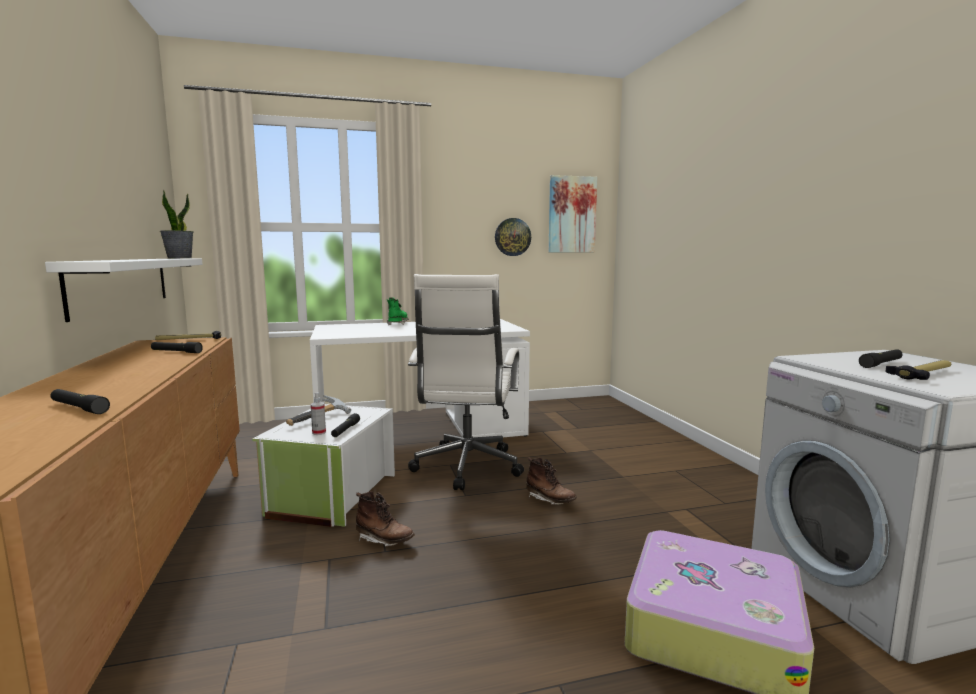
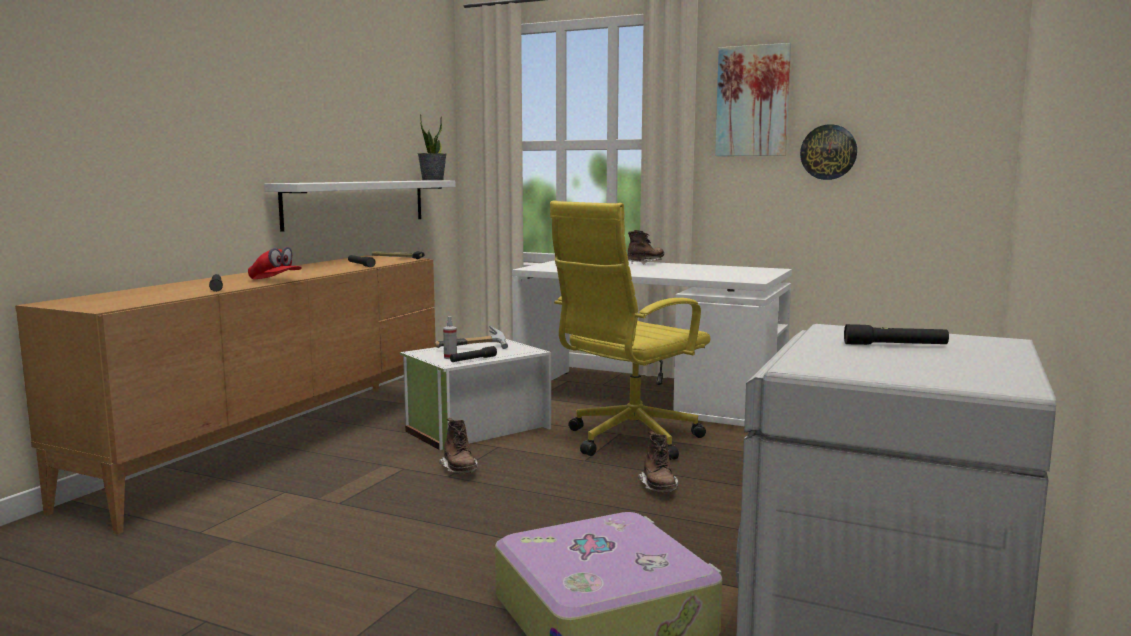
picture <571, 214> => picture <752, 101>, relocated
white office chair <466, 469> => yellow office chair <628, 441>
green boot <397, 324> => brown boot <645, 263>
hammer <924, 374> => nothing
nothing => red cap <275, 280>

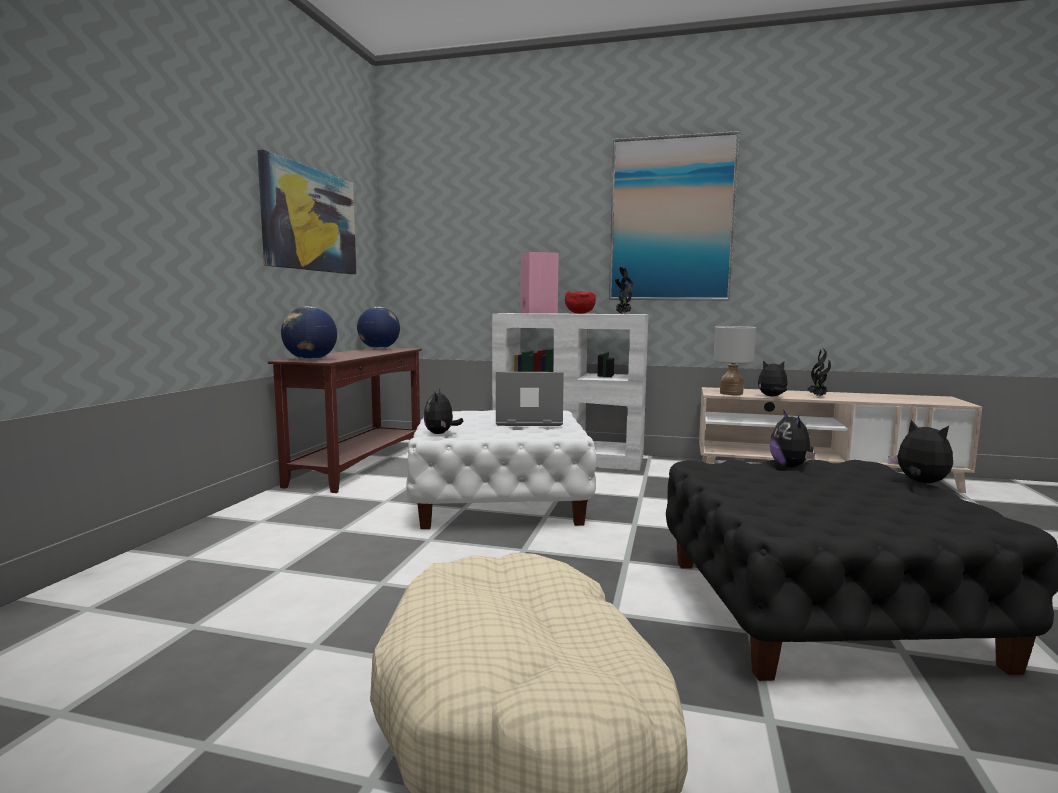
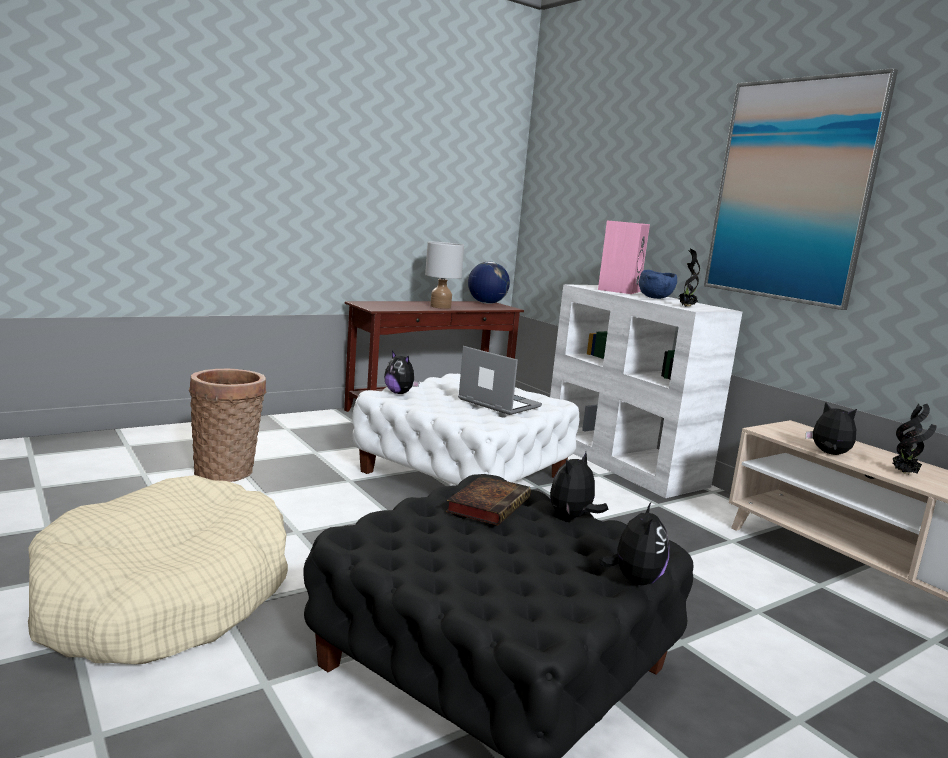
picture <310, 220> => nothing
red bowl <579, 313> => blue bowl <655, 298>
globe <310, 359> => nothing
grey table lamp <731, 393> => grey table lamp <440, 307>, relocated
plush toy <441, 434> => plush toy <400, 393>, 90 degrees counterclockwise
nothing => basket <227, 471>
nothing => book <489, 504>

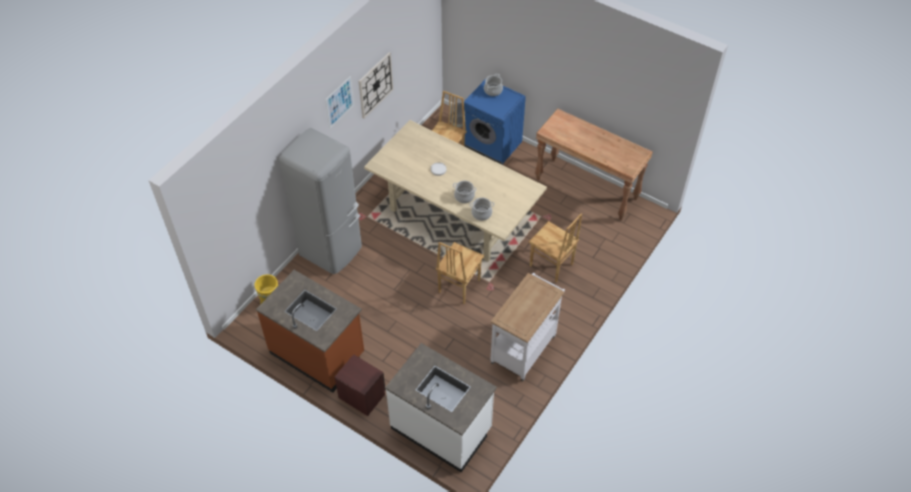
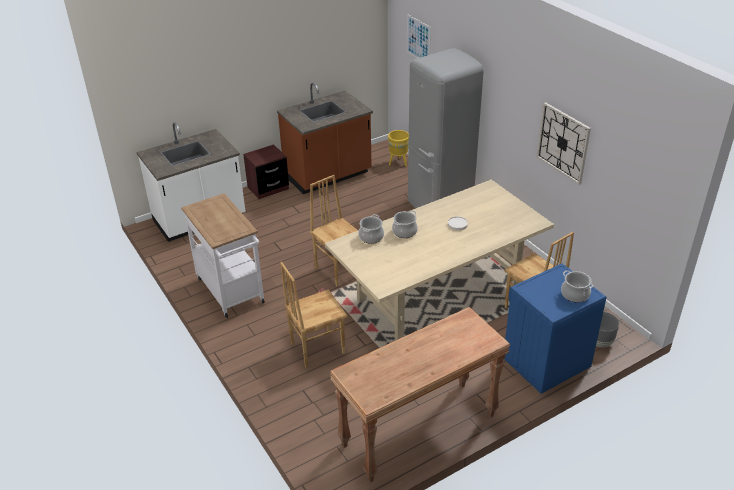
picture <339, 102> => picture <418, 39>, relocated

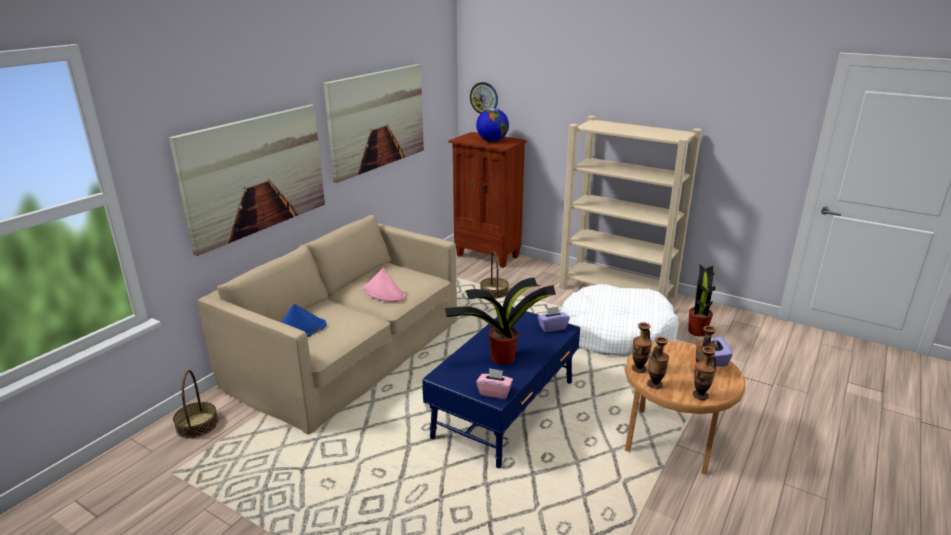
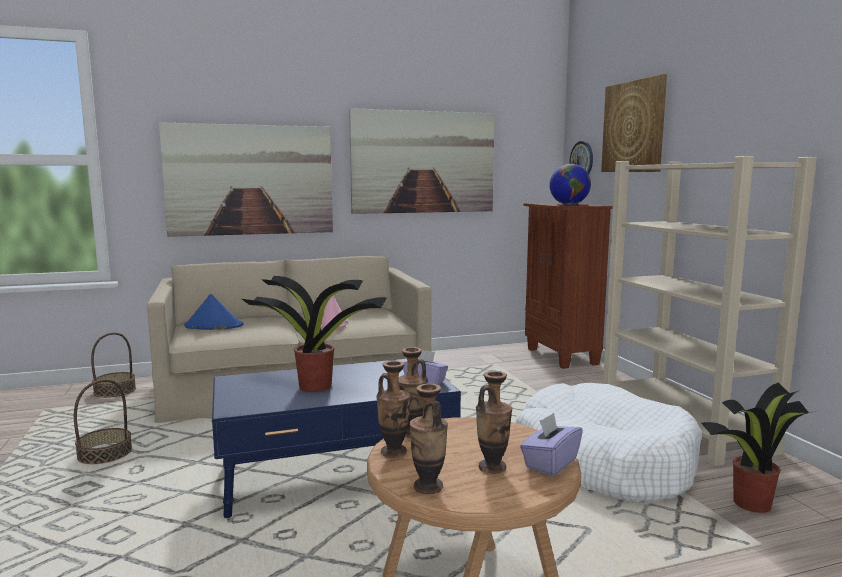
basket <494, 292> => basket <105, 454>, relocated
pink tissue box <494, 392> => nothing
nothing => picture <634, 127>

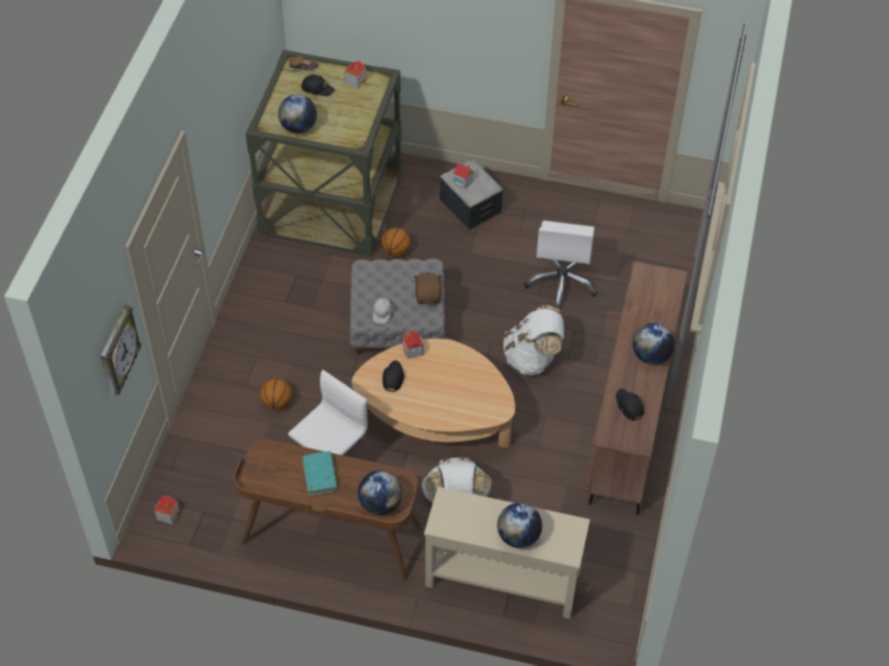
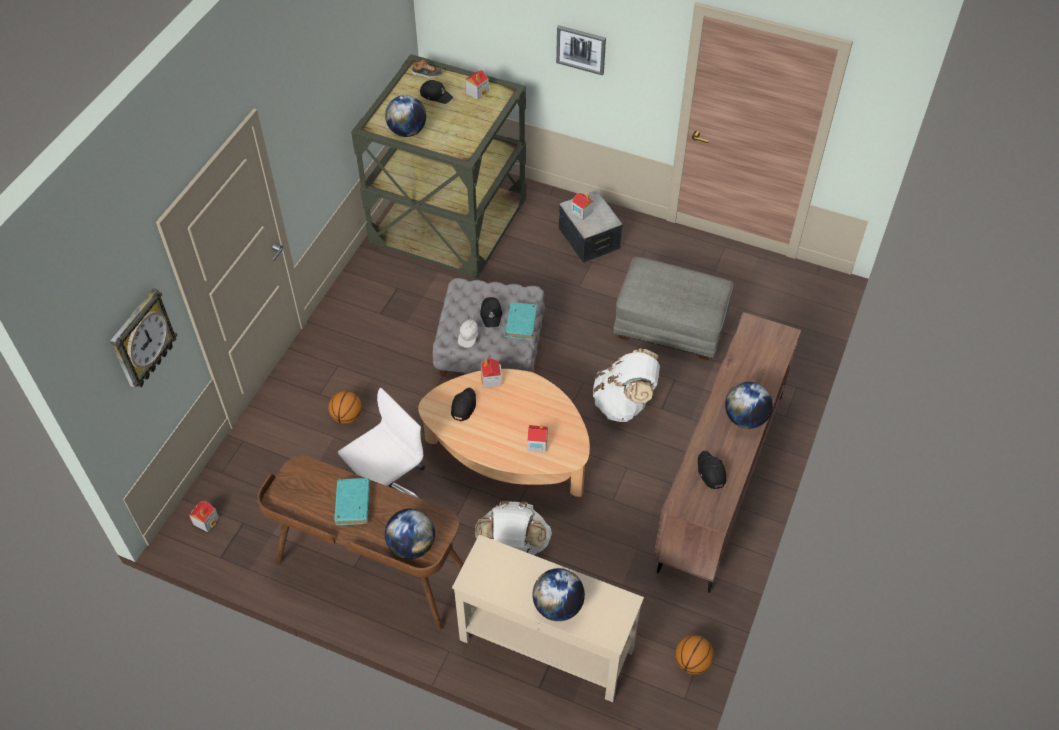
white office chair <561, 282> => grey ottoman <669, 328>
basketball <396, 251> => basketball <692, 662>, relocated
brown plush toy <428, 296> => turquoise book <521, 324>
nothing => picture <581, 49>
nothing => black cap <491, 314>
nothing => toy house <537, 444>

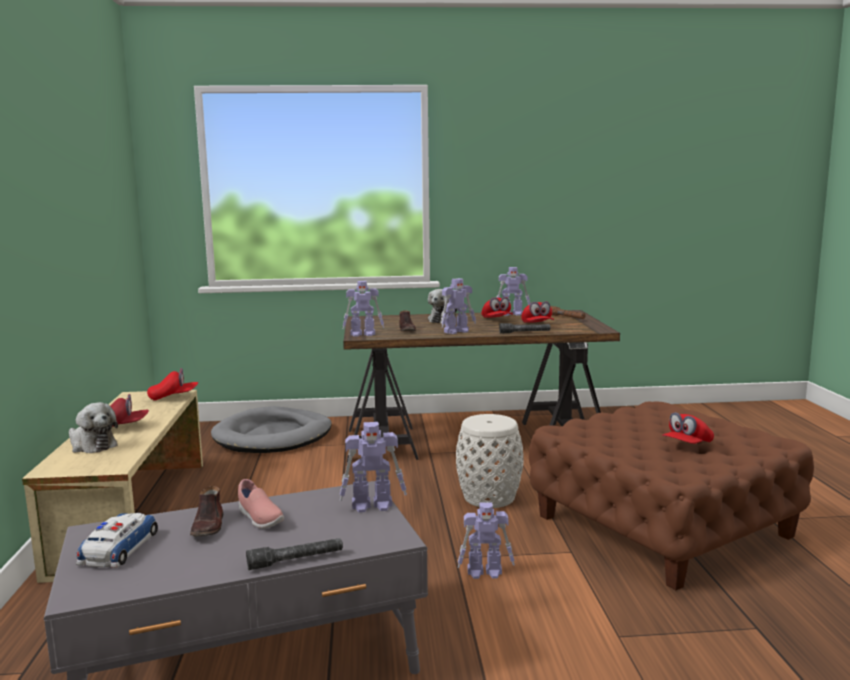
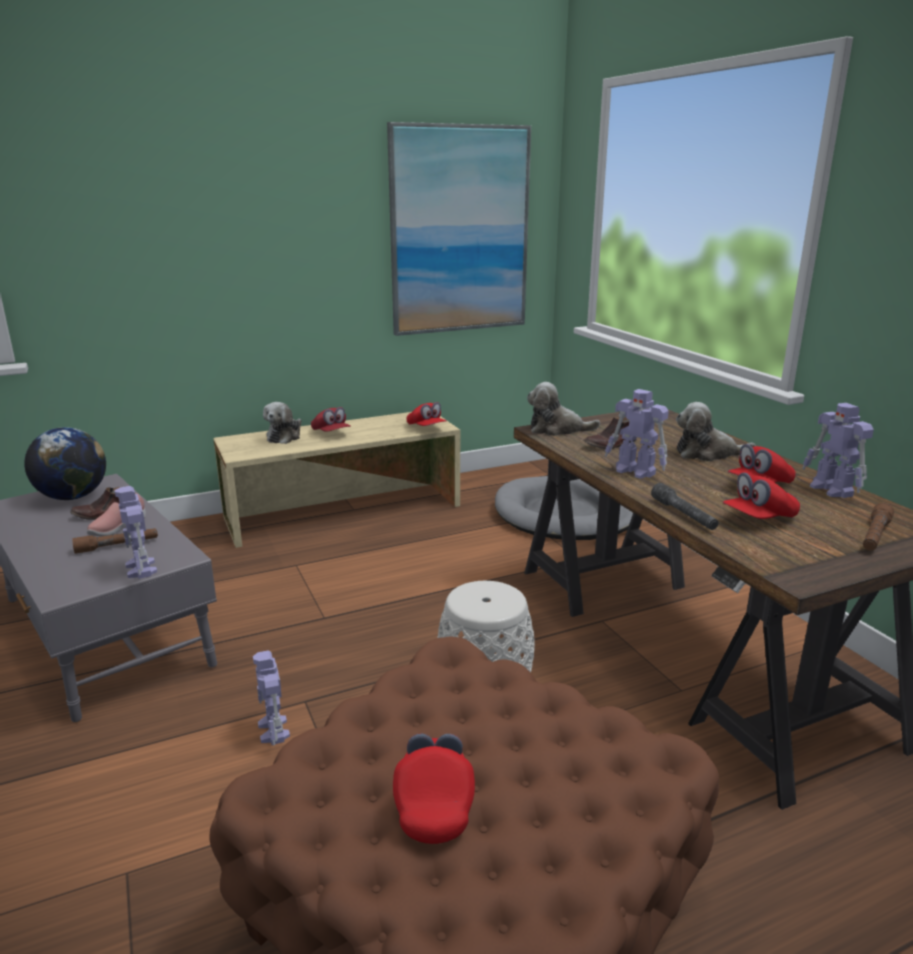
toy robot <363, 334> => plush toy <557, 429>
red cap <687, 445> => red cap <434, 803>, 60 degrees clockwise
toy car <119, 548> => globe <72, 497>
grey flashlight <296, 560> => nothing
nothing => picture <459, 231>
nothing => brown flashlight <117, 546>

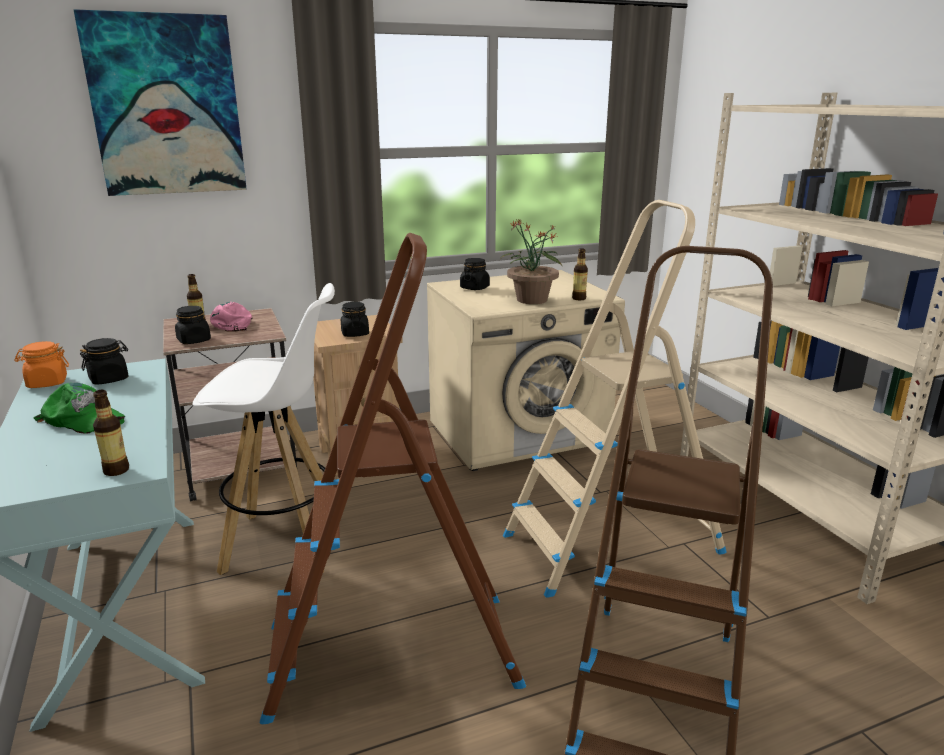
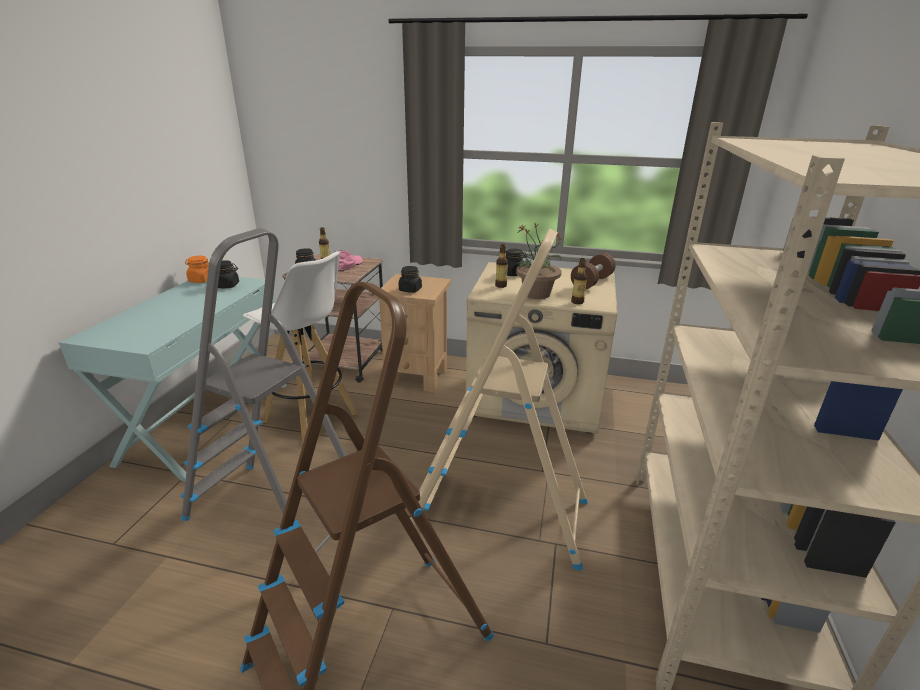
picture <166, 106> => nothing
brown step ladder <390, 655> => grey step ladder <277, 516>
green cap <83, 419> => nothing
bottle <116, 470> => bottle <501, 286>, relocated
nothing => brown dumbbell <592, 282>

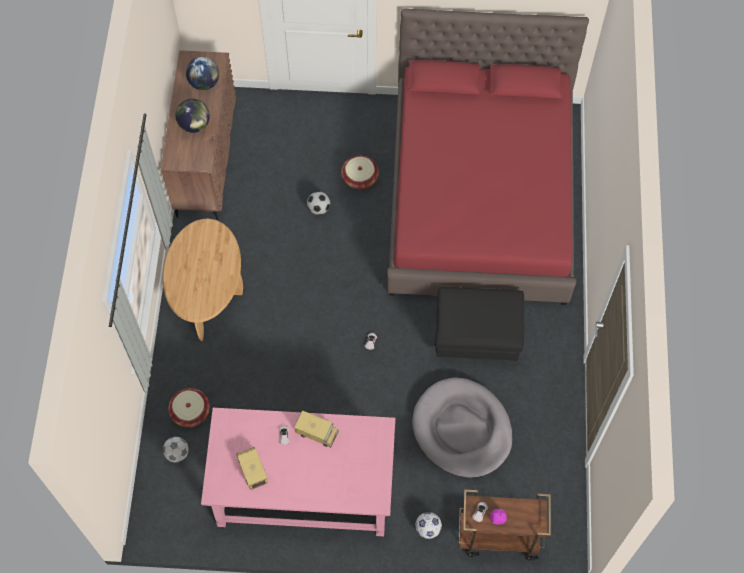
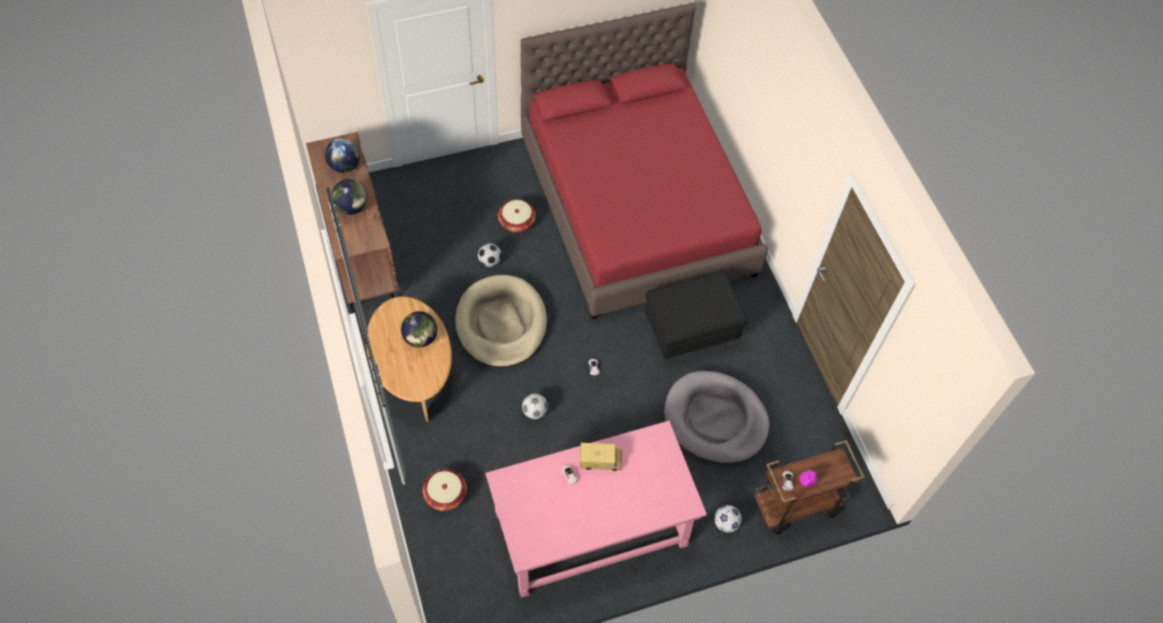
football <177, 453> => football <534, 412>, relocated
toy truck <252, 469> => nothing
nothing => beige dog bed <501, 323>
nothing => globe <420, 338>

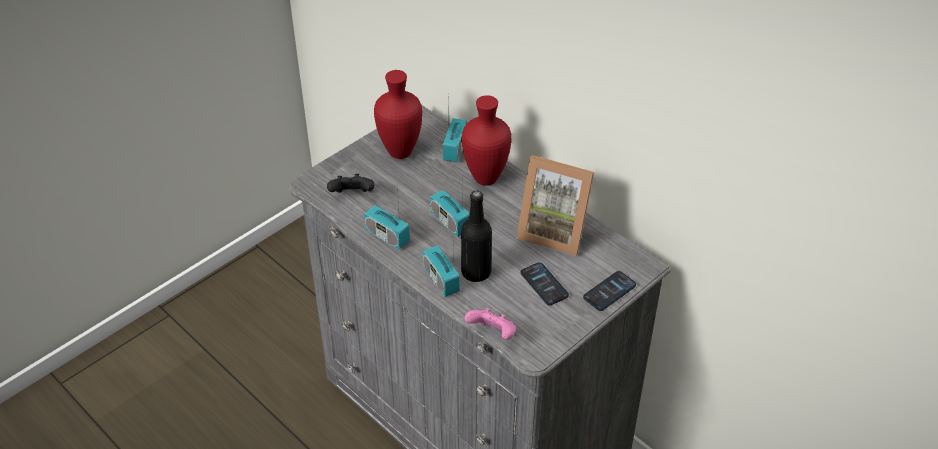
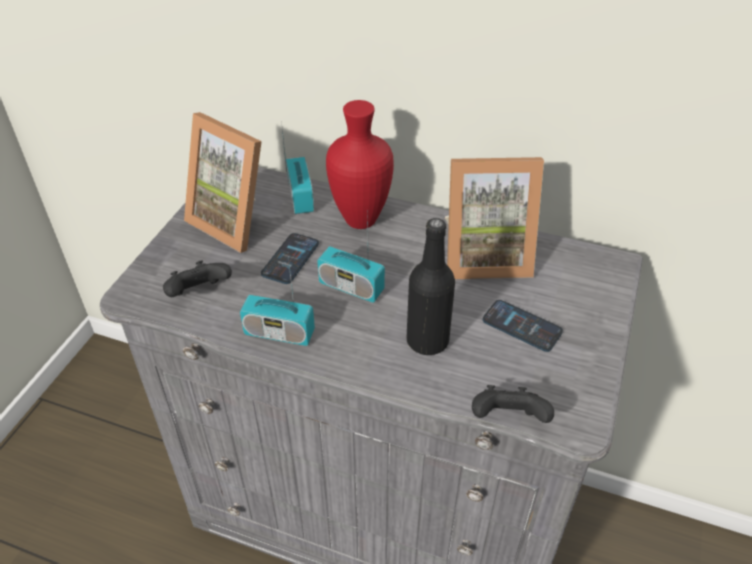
red vase <401, 152> => picture frame <236, 221>
radio <441, 280> => nothing
phone <609, 291> => phone <290, 259>, relocated
pink game controller <493, 334> => black game controller <507, 419>

